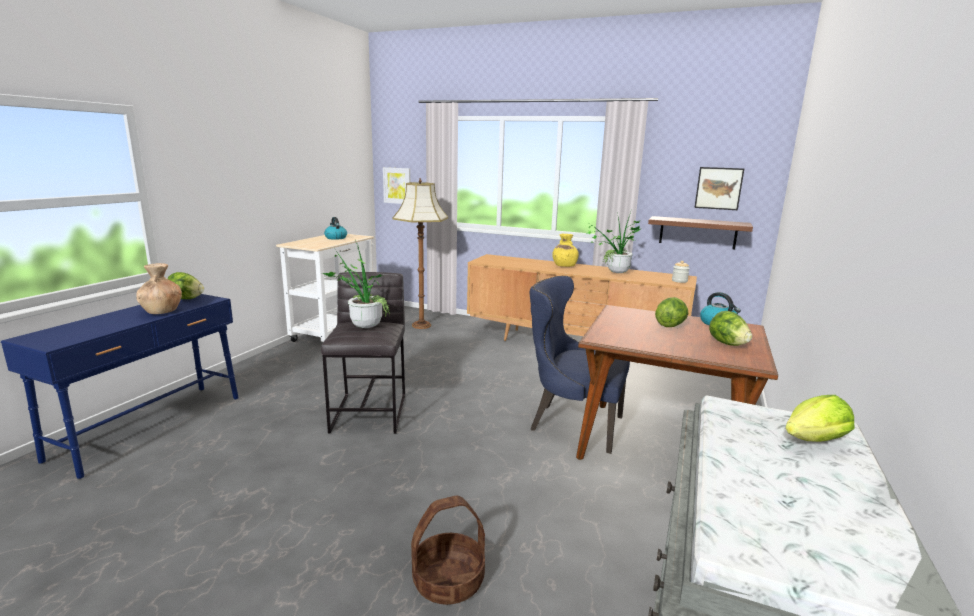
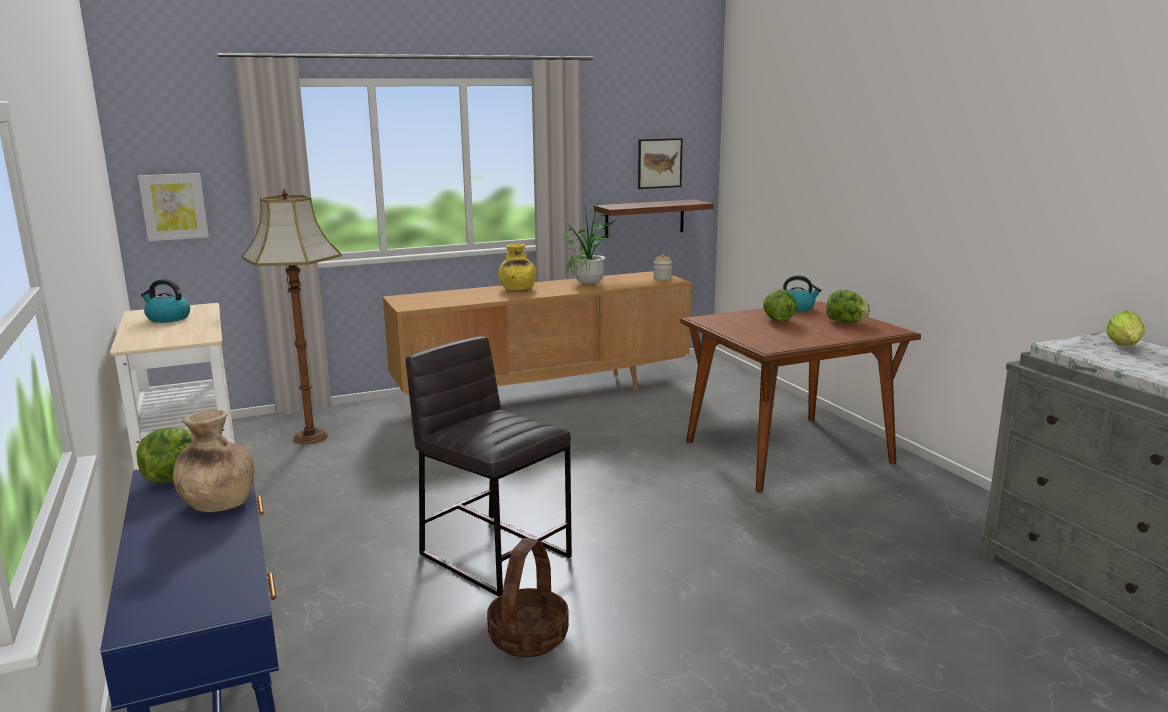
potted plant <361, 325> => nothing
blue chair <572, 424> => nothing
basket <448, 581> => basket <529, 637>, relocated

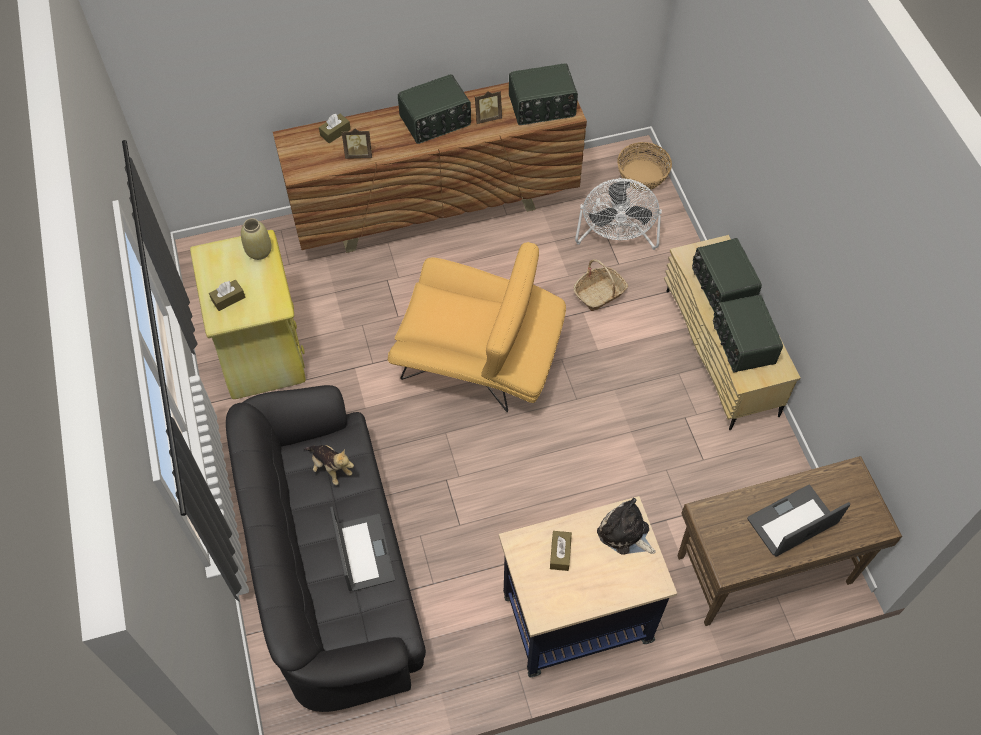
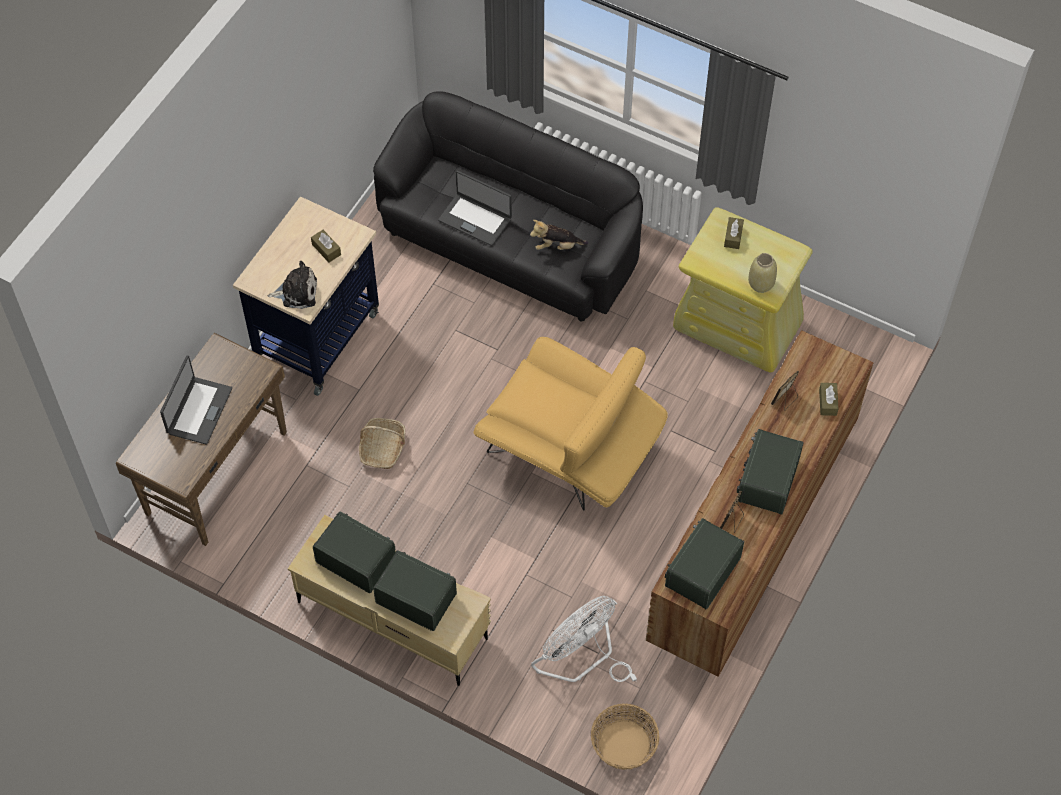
yellow armchair <479, 359> => yellow armchair <571, 450>, 120 degrees counterclockwise
basket <599, 293> => basket <383, 449>, relocated

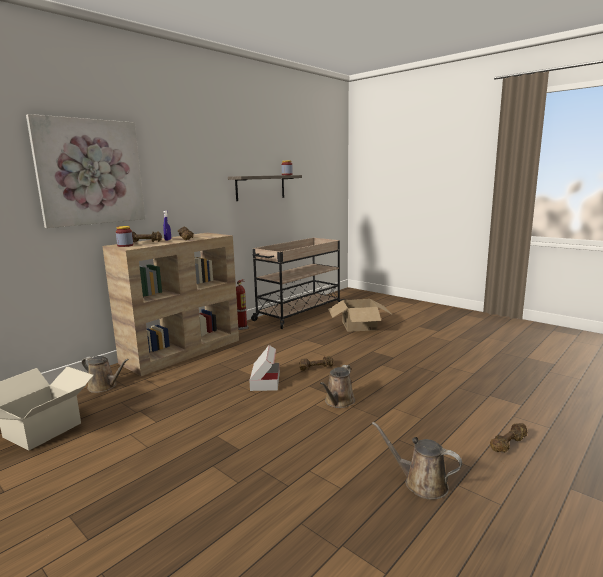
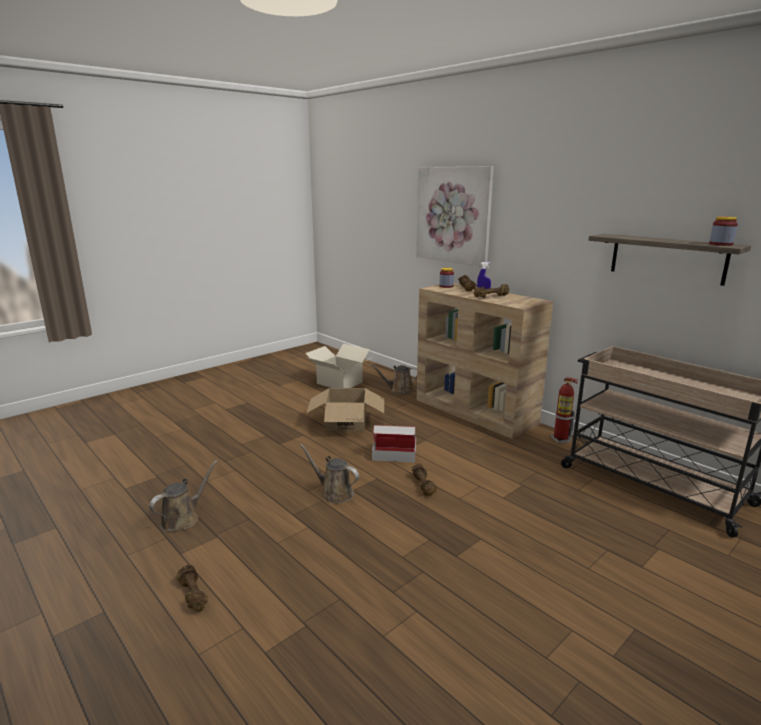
cardboard box <359, 325> => cardboard box <347, 422>, relocated
brown watering can <104, 386> => brown watering can <399, 390>, 60 degrees clockwise

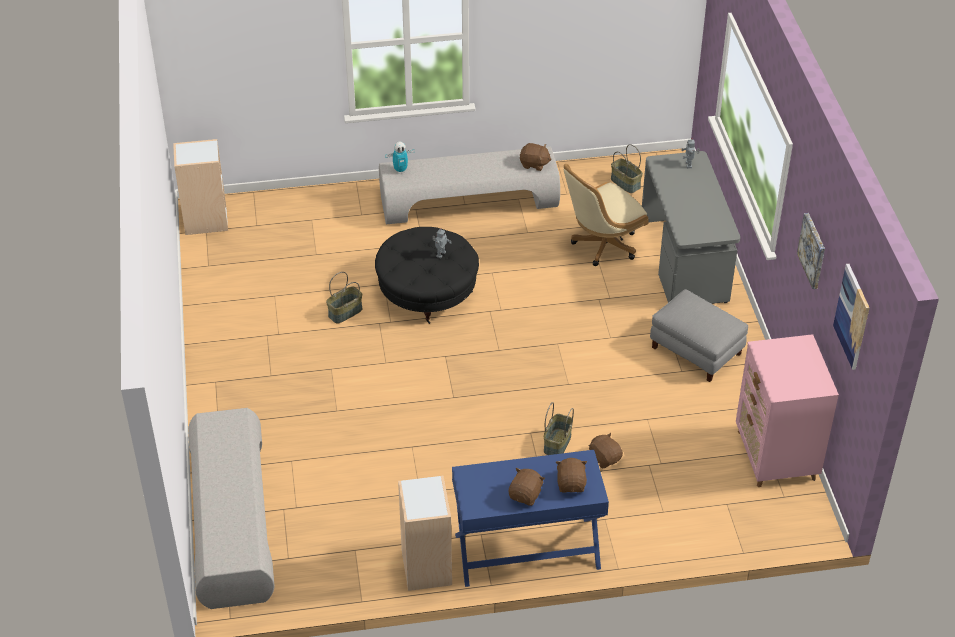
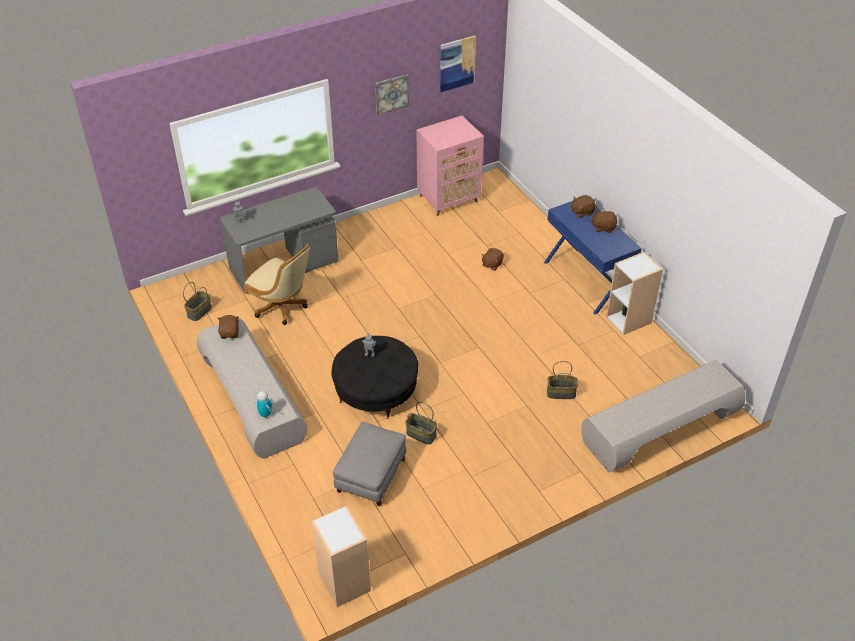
grey ottoman <697, 350> => grey ottoman <370, 475>, relocated
basket <558, 443> => basket <561, 393>, relocated

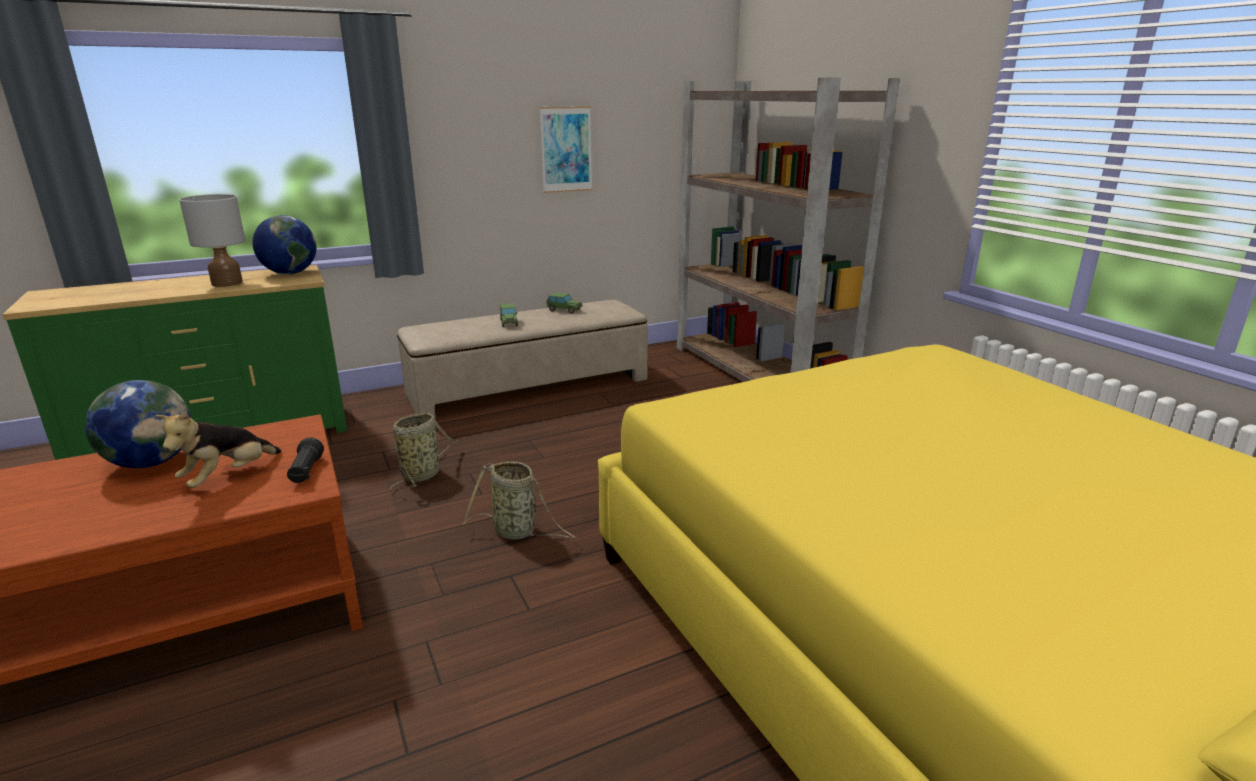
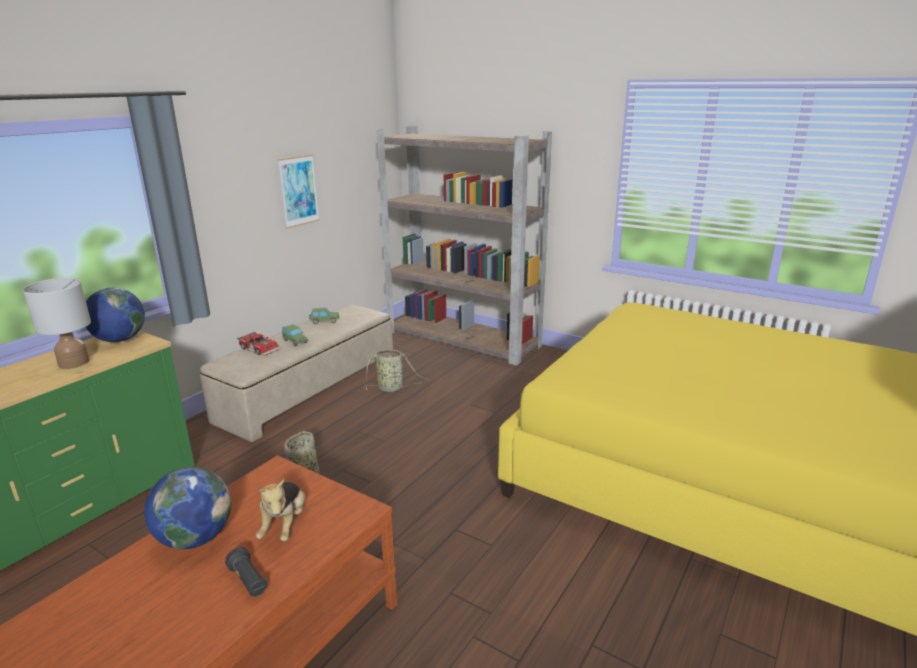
black flashlight <306, 472> => black flashlight <248, 581>, relocated
basket <517, 532> => basket <392, 388>, relocated
nothing => toy car <260, 348>

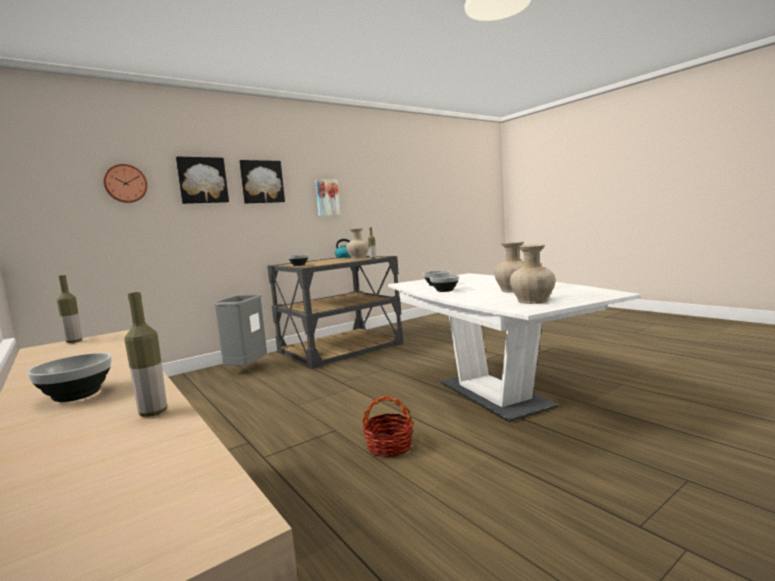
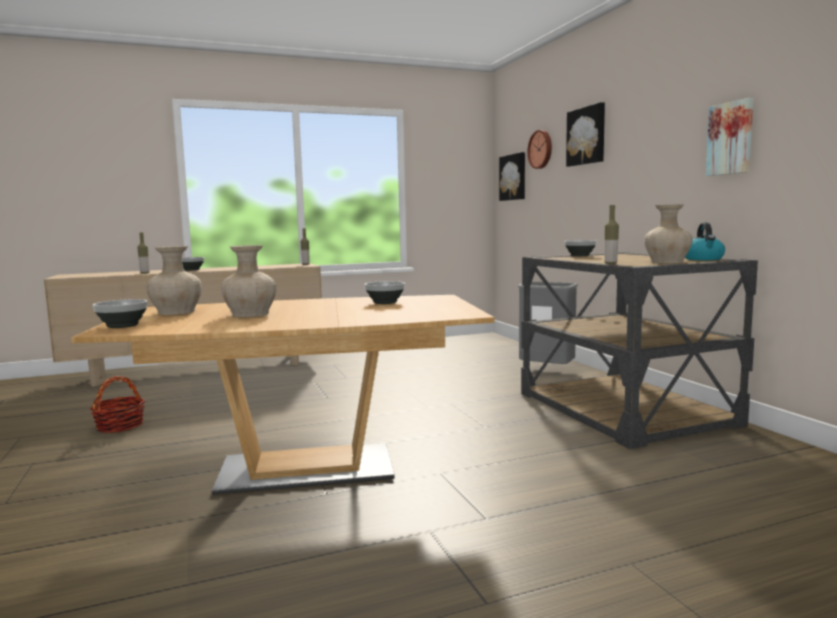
picture <262, 182> => picture <513, 177>, relocated
white dining table <494, 394> => brown dining table <306, 469>
bowl <445, 290> => bowl <121, 326>, relocated
basket <389, 447> => basket <120, 426>, relocated

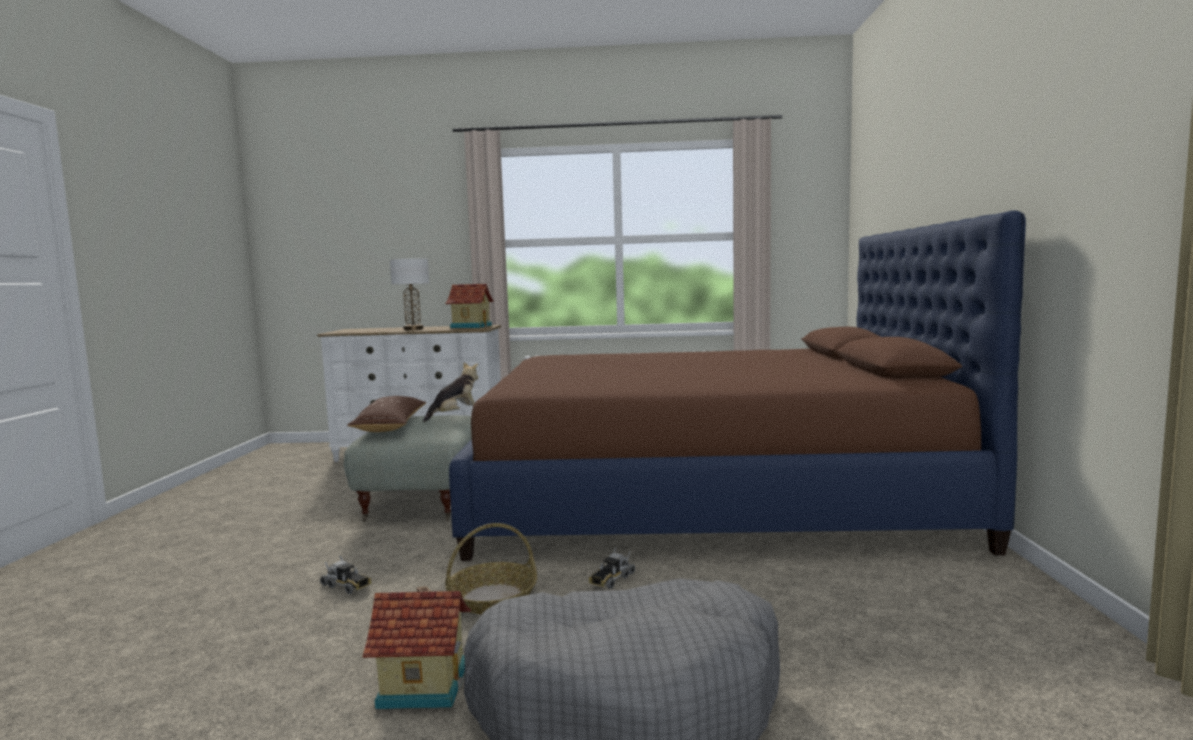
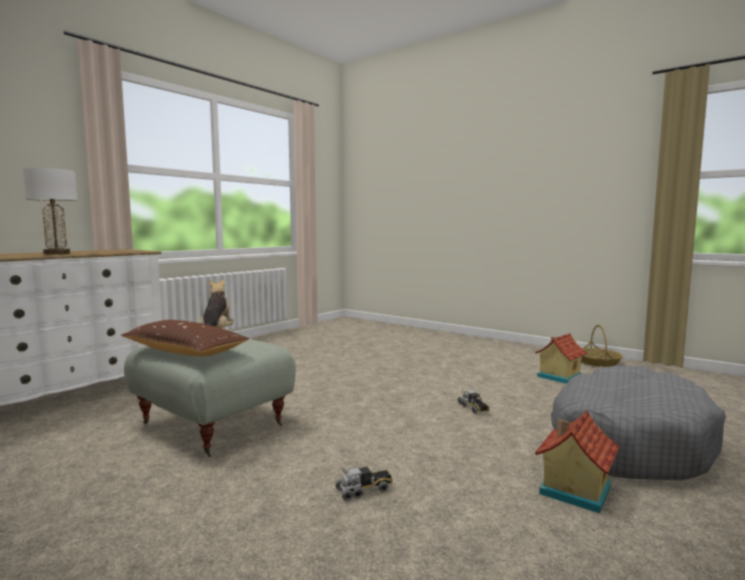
brown bed <706, 497> => nothing
toy house <471, 326> => toy house <558, 376>, relocated
basket <492, 598> => basket <597, 362>, relocated

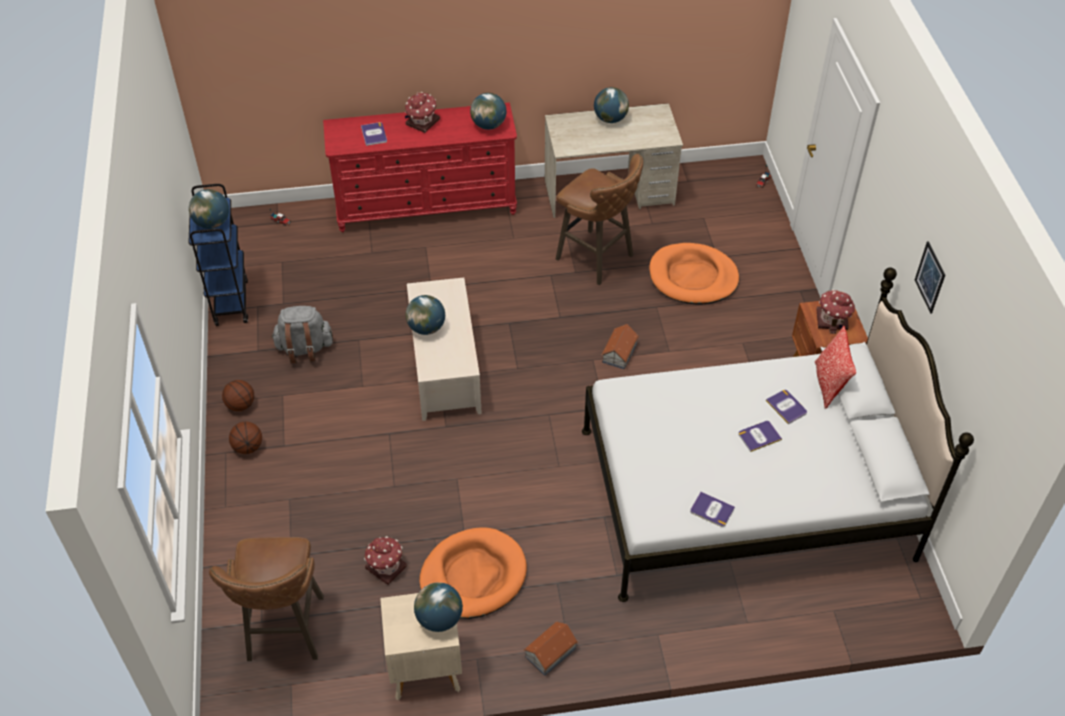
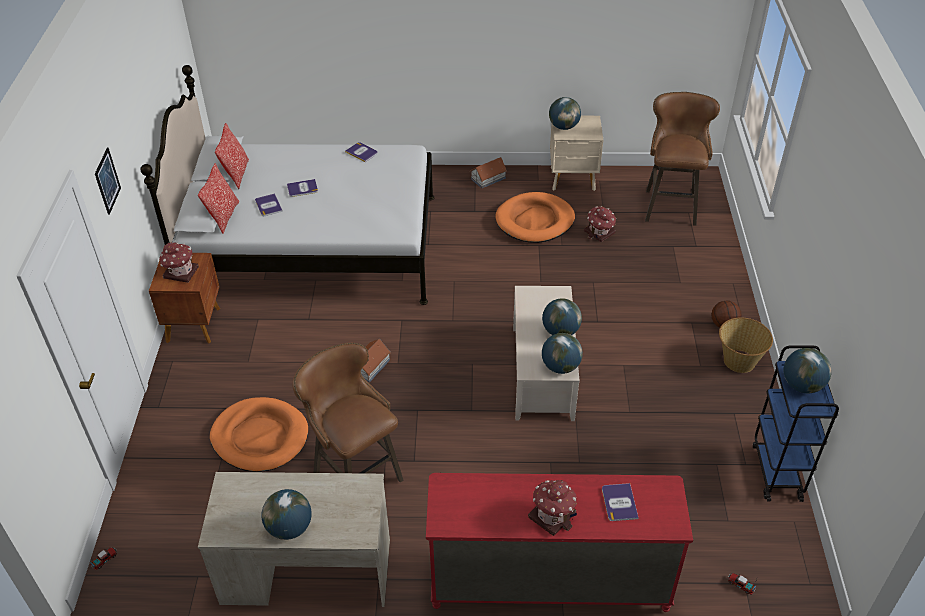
globe <488, 125> => globe <560, 367>, relocated
picture <930, 277> => picture <107, 181>, relocated
grey backpack <304, 348> => nothing
basketball <241, 405> => basket <738, 361>
nothing => pillow <236, 174>

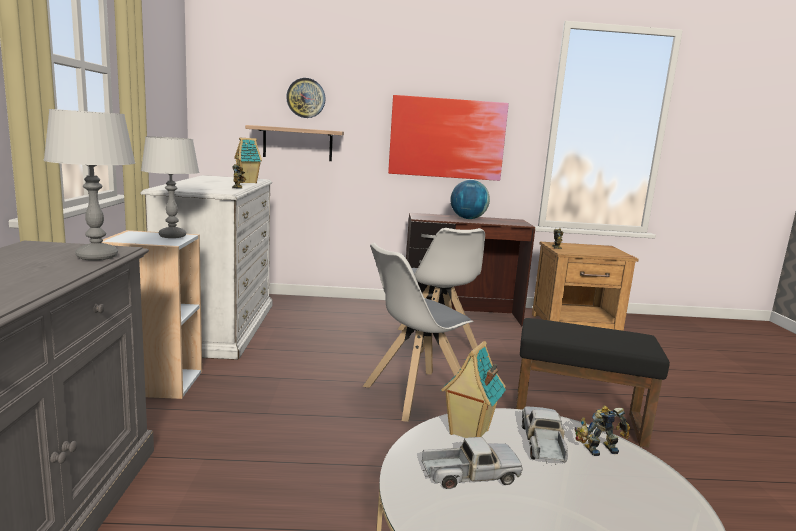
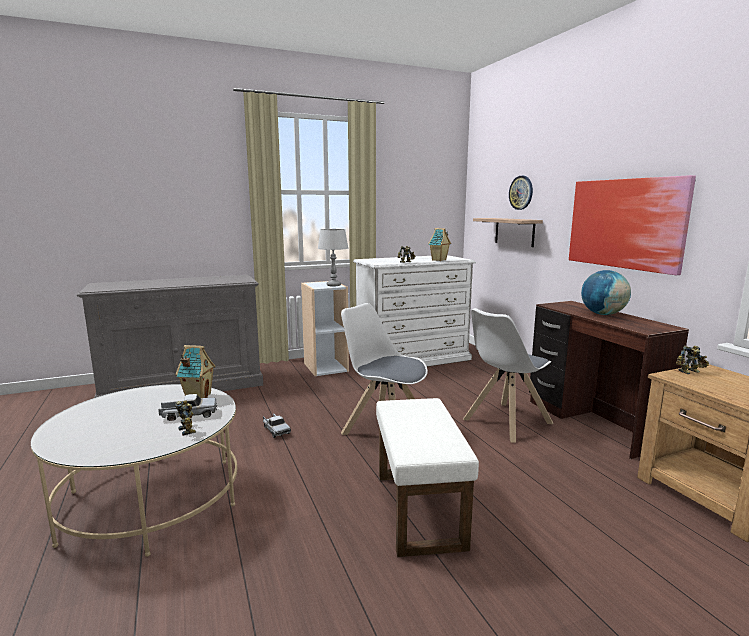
grey table lamp <97, 257> => nothing
black ottoman <579, 419> => white ottoman <420, 510>
toy truck <469, 475> => toy truck <276, 430>, relocated

